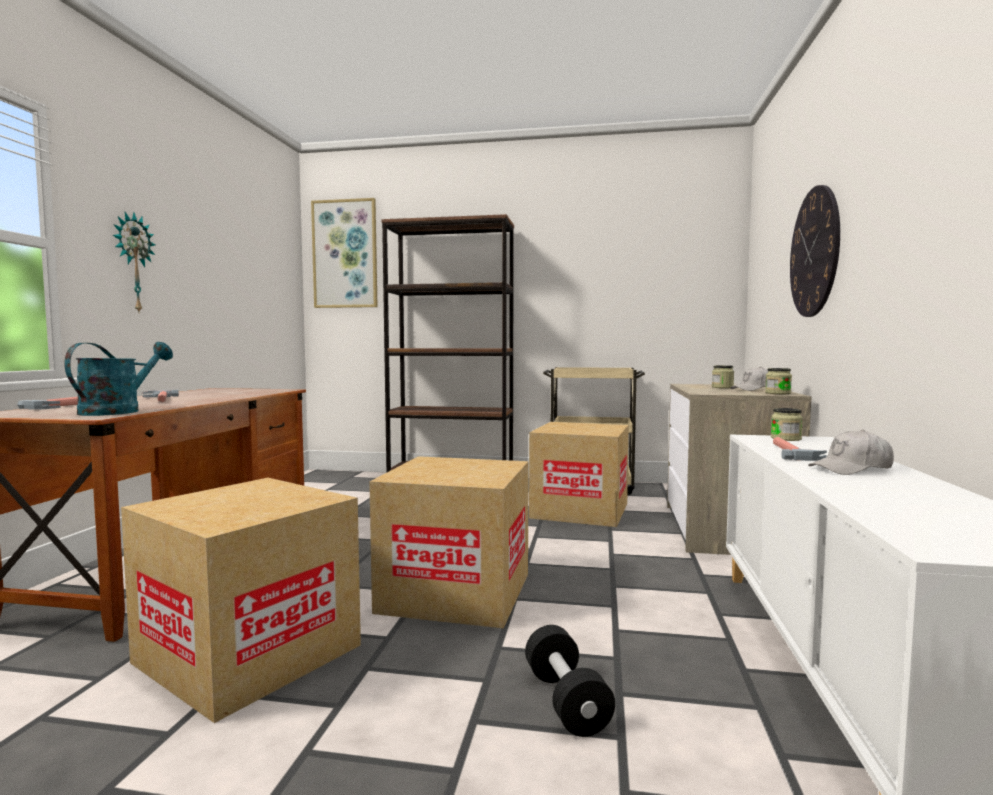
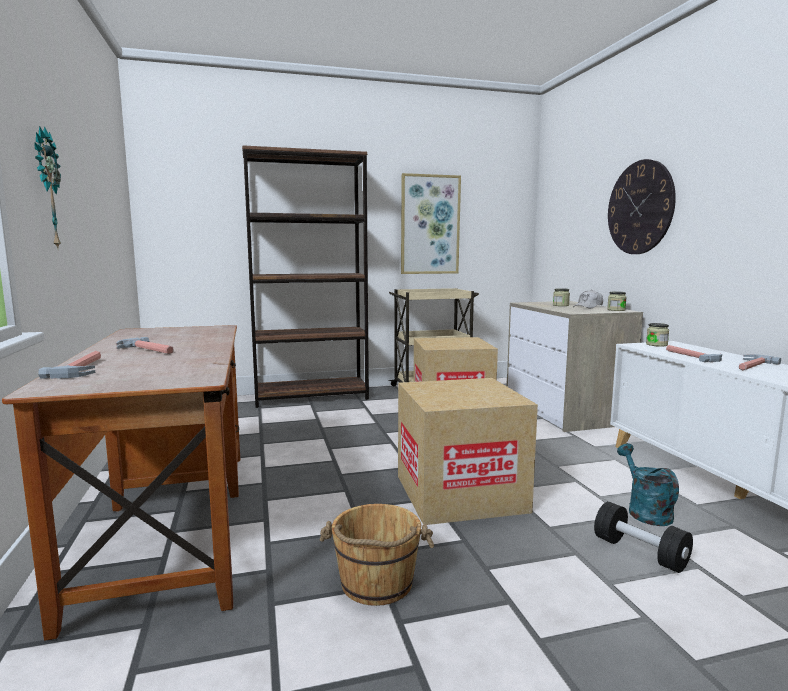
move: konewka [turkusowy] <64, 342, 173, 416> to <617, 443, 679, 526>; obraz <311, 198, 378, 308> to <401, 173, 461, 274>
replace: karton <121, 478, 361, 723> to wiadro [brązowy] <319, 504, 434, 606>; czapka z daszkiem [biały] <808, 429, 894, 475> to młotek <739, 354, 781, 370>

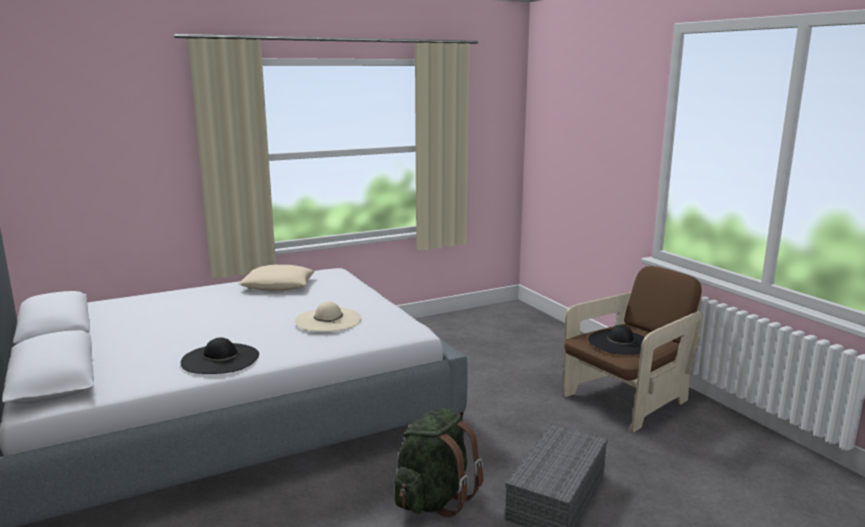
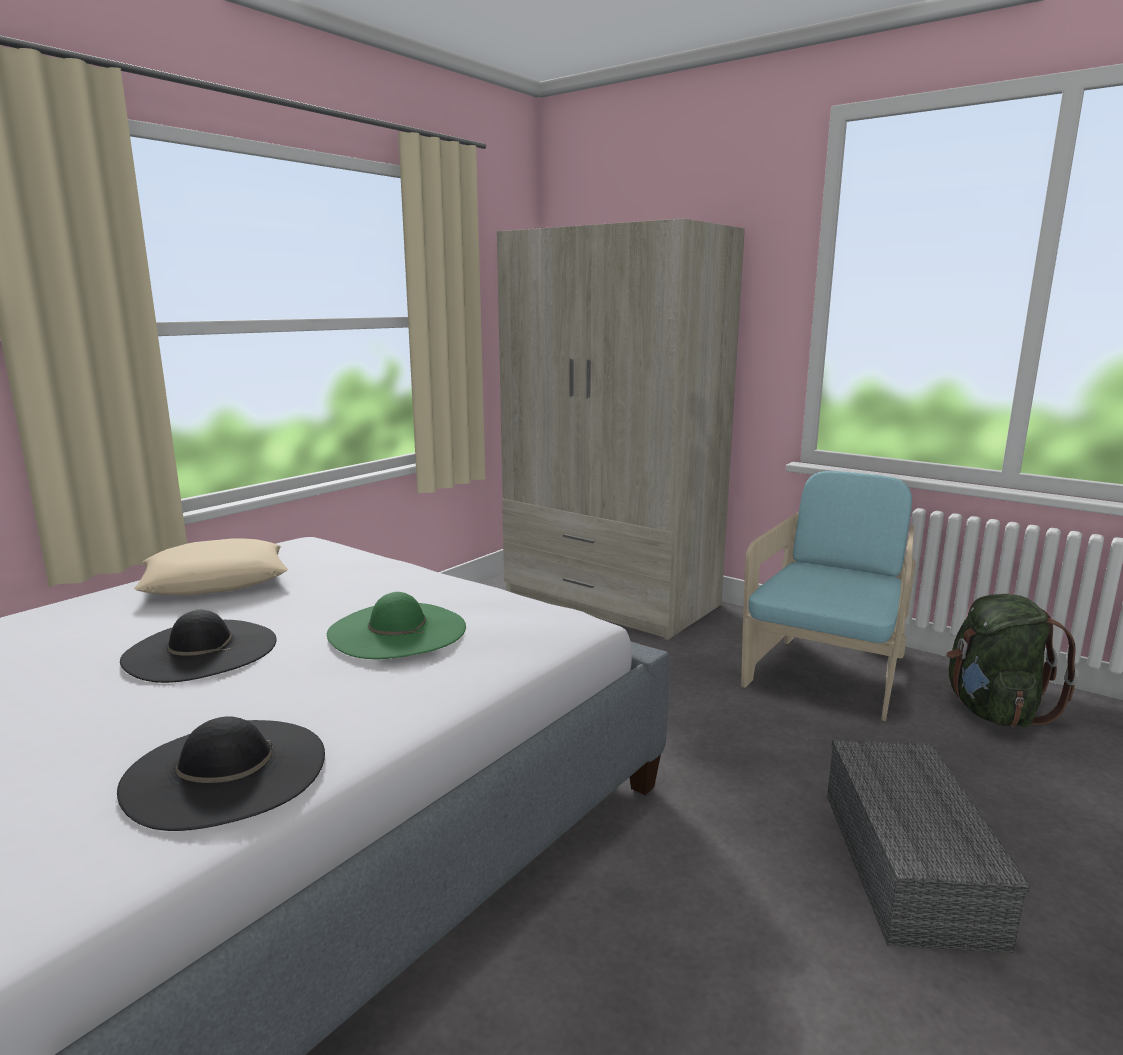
insert: szafa [beżowy] <497, 218, 745, 640>
move: plecak [zielony] <394, 408, 484, 518> to <946, 594, 1078, 727>; kapelusz [czarny] <588, 325, 645, 355> to <120, 610, 276, 683>
recolor: kapelusz [beżowy] <295, 301, 362, 331> to kapelusz [zielony] <327, 592, 466, 659>; fotel [brązowy] <563, 266, 703, 432> to fotel [turkusowy] <741, 471, 916, 721>

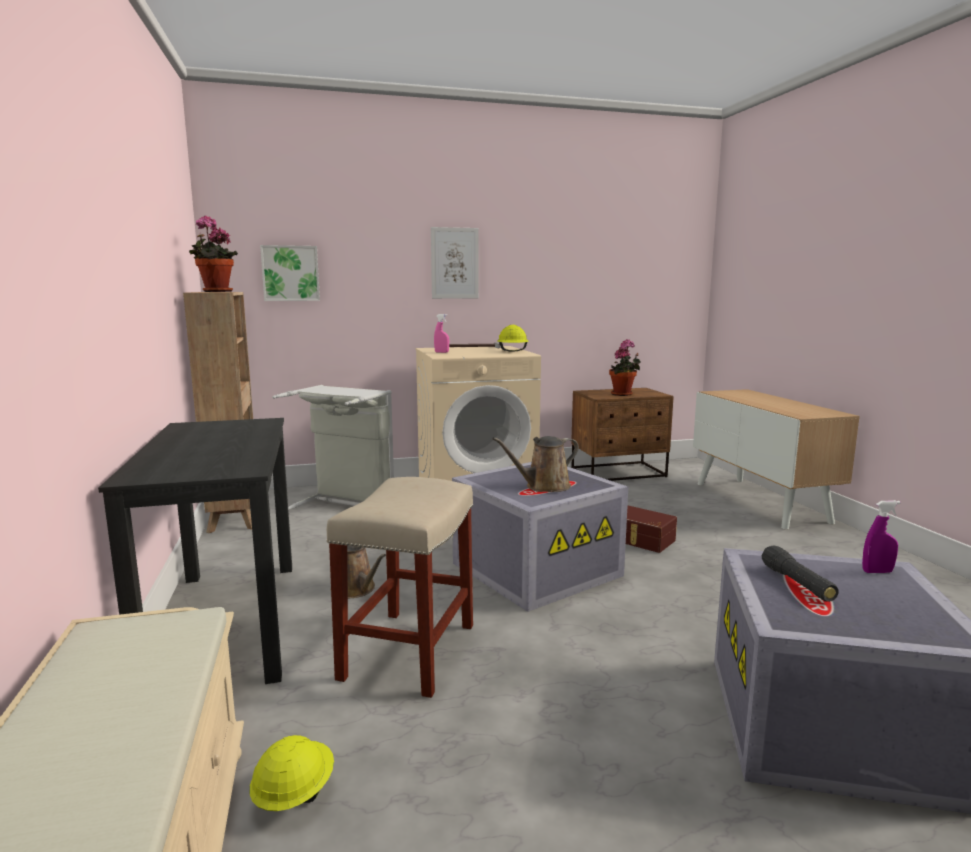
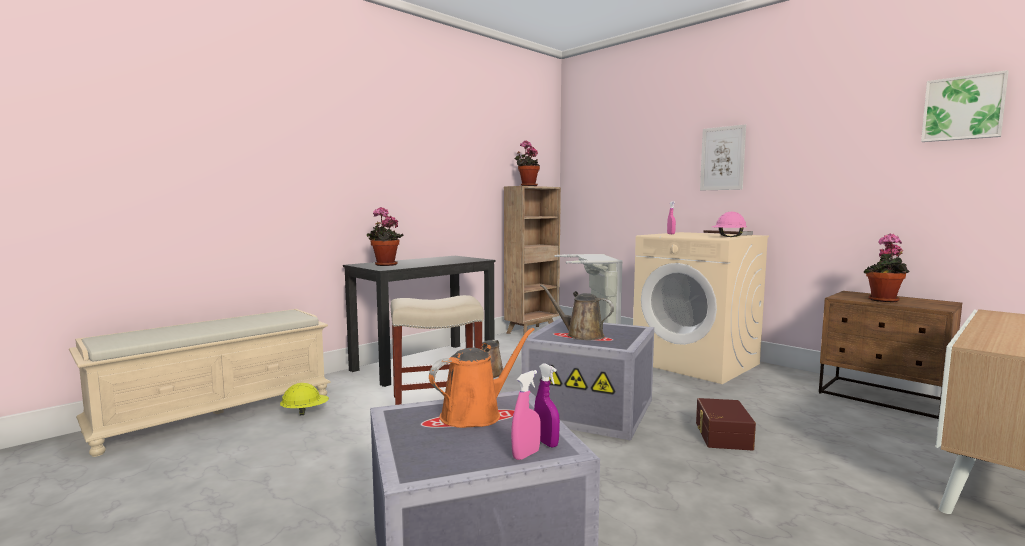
insert: roślina doniczkowa <367, 207, 404, 266>; spryskiwacz [różowy] <511, 370, 541, 460>
move: obraz <260, 245, 320, 301> to <921, 70, 1008, 142>
replace: latarka [czarny] <762, 545, 839, 602> to konewka [pomarańczowy] <429, 328, 535, 428>
recolor: kask [żółty] <497, 325, 529, 352> to kask [różowy] <712, 212, 747, 237>

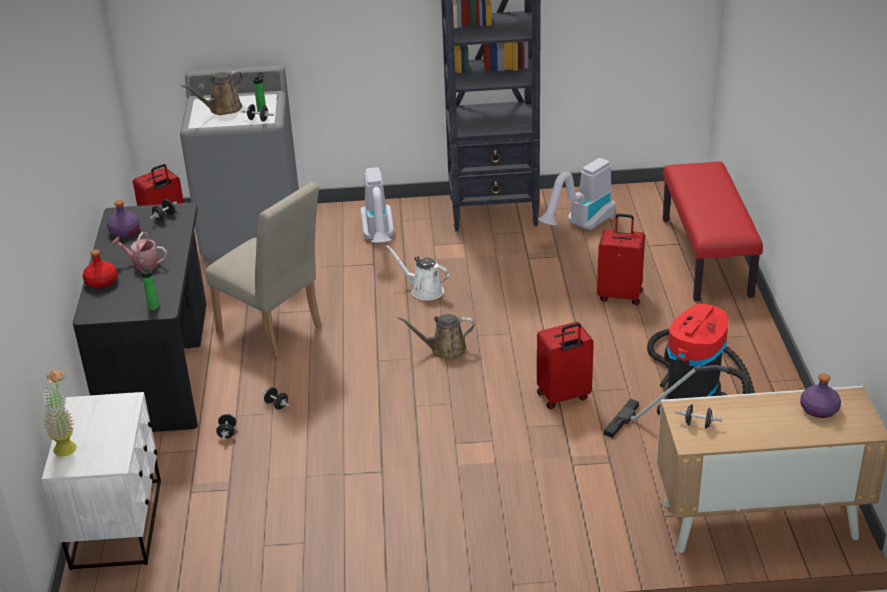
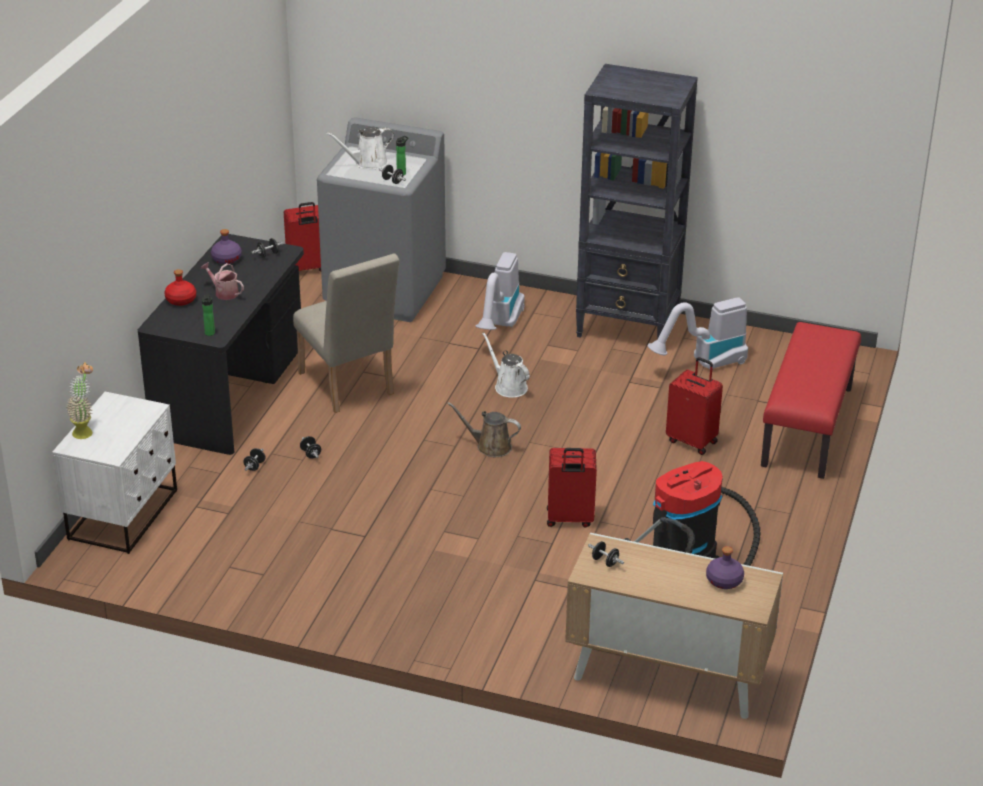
recolor: konewka [brązowy] <182, 70, 243, 115> to konewka [biały] <326, 127, 394, 169>

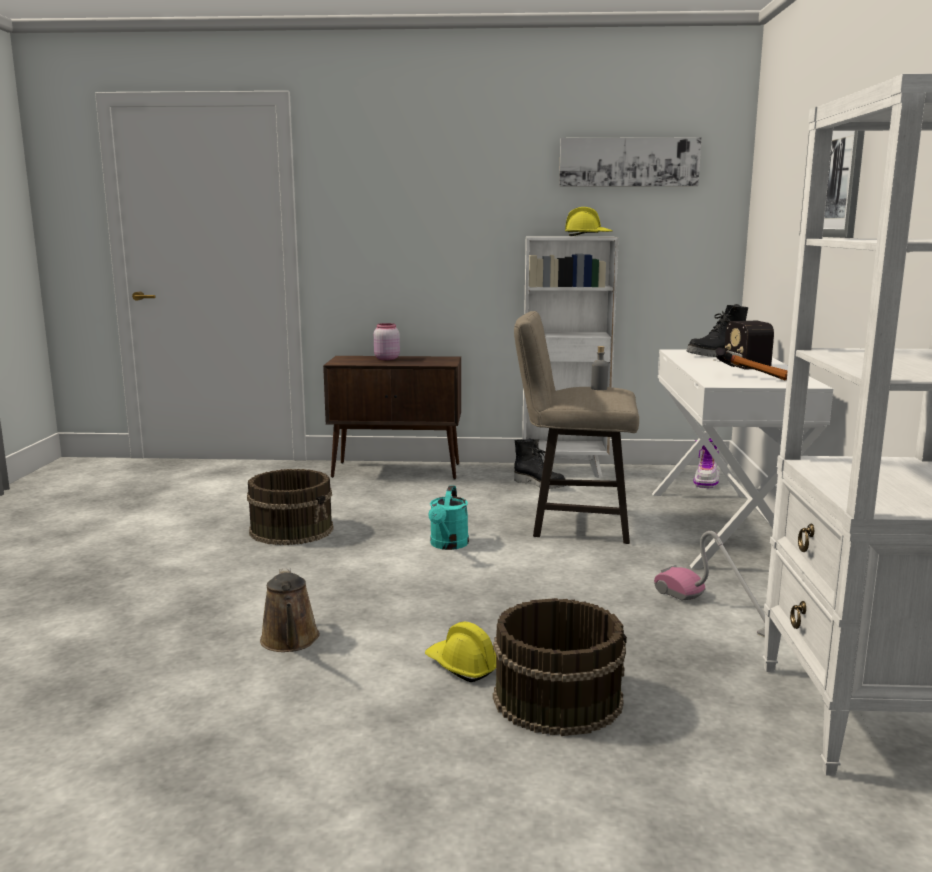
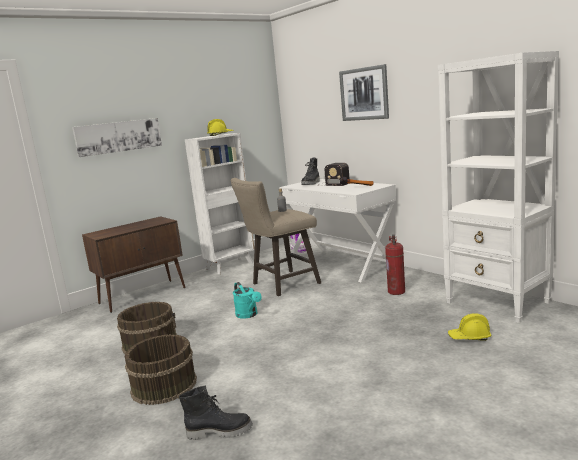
delete: konewka [brązowy] <260, 568, 320, 652>; słoik [różowy] <374, 323, 400, 360>
move: kask [żółty] <425, 622, 496, 682> to <448, 313, 492, 341>; wiadro [brązowy] <493, 598, 627, 736> to <125, 334, 197, 405>; but z cholewką [czarny] <514, 438, 565, 489> to <179, 386, 253, 440>; obraz <559, 137, 702, 187> to <72, 118, 162, 157>
replace: odkurzacz <654, 531, 765, 637> to gaśnica <385, 235, 405, 295>

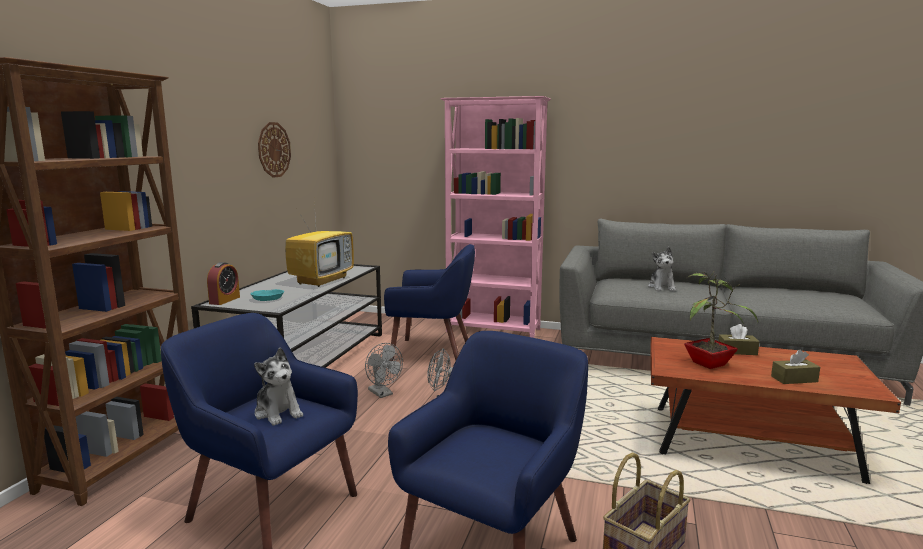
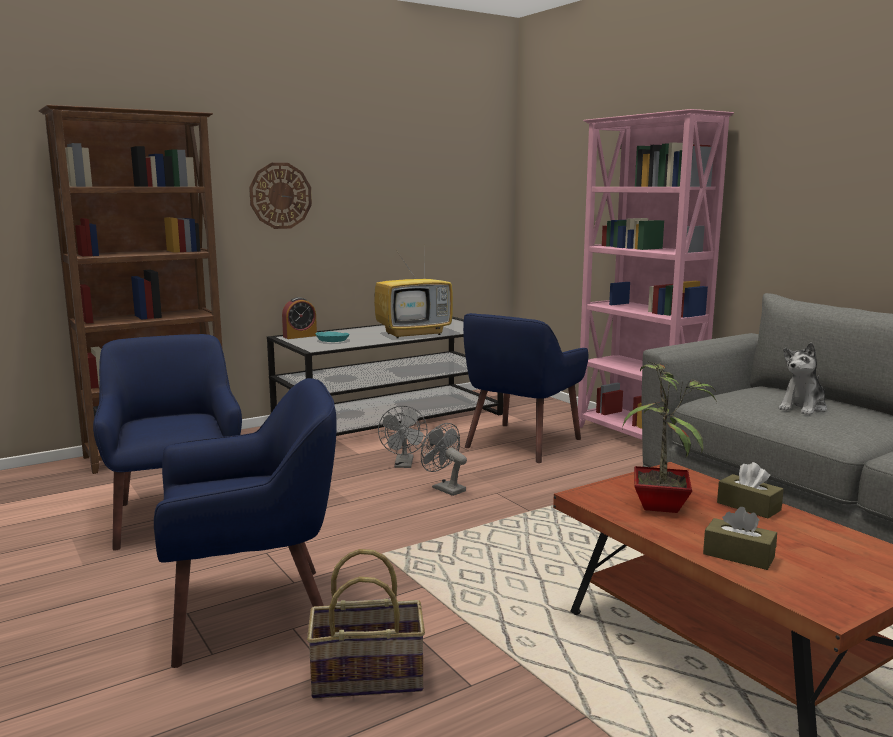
delete: pluszak <254, 348, 303, 426>
move: zegar ścienny <258, 122, 291, 178> to <249, 163, 312, 229>
rotate: fotel [niebieski] <384, 244, 475, 361> = <463, 313, 588, 463> 75 degrees clockwise

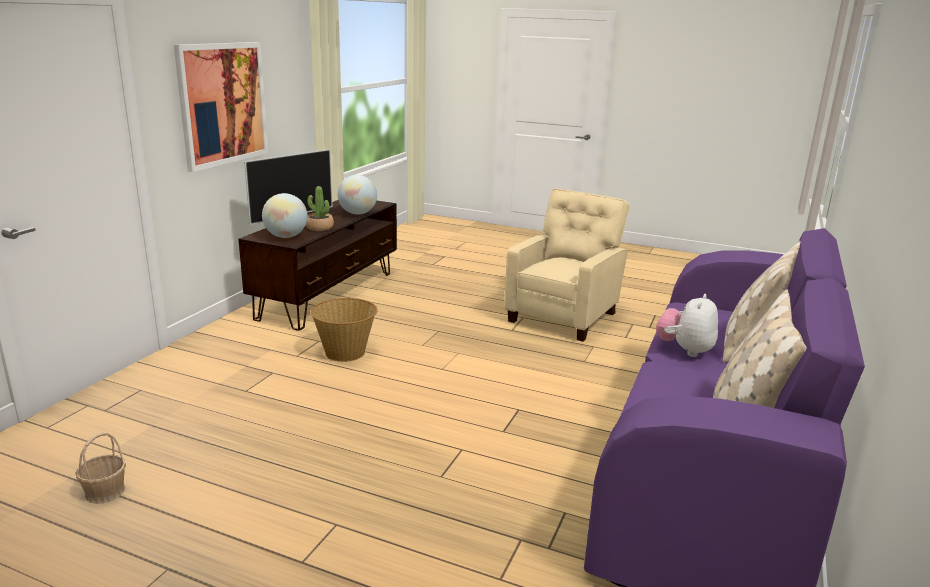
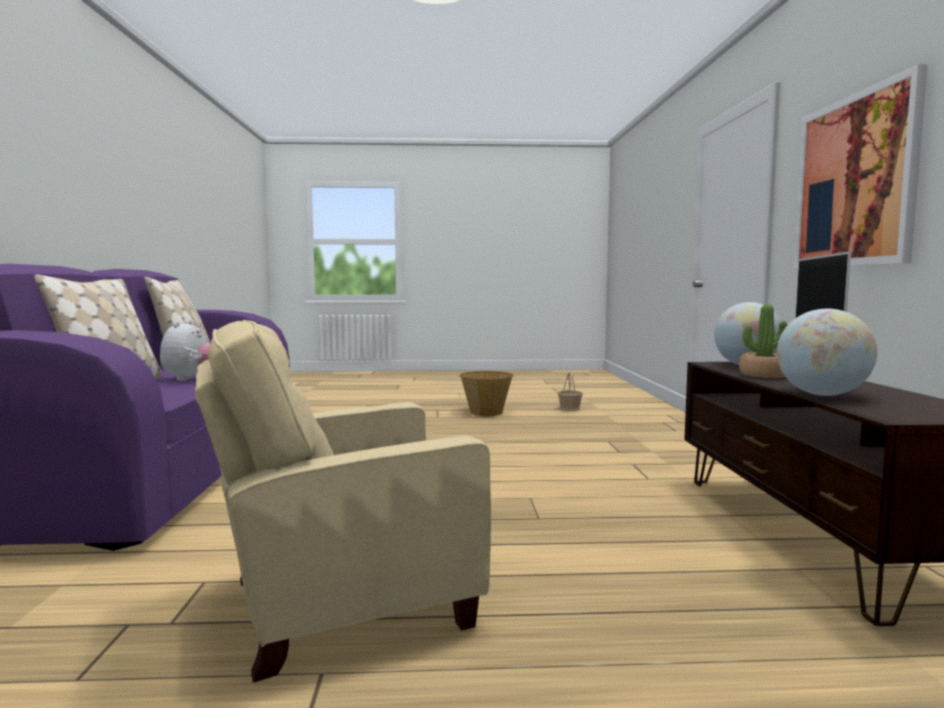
move: koszyk <310, 298, 378, 362> to <459, 371, 514, 416>
rotate: fotel [beżowy] <504, 188, 630, 342> = <195, 320, 491, 683> 60 degrees clockwise

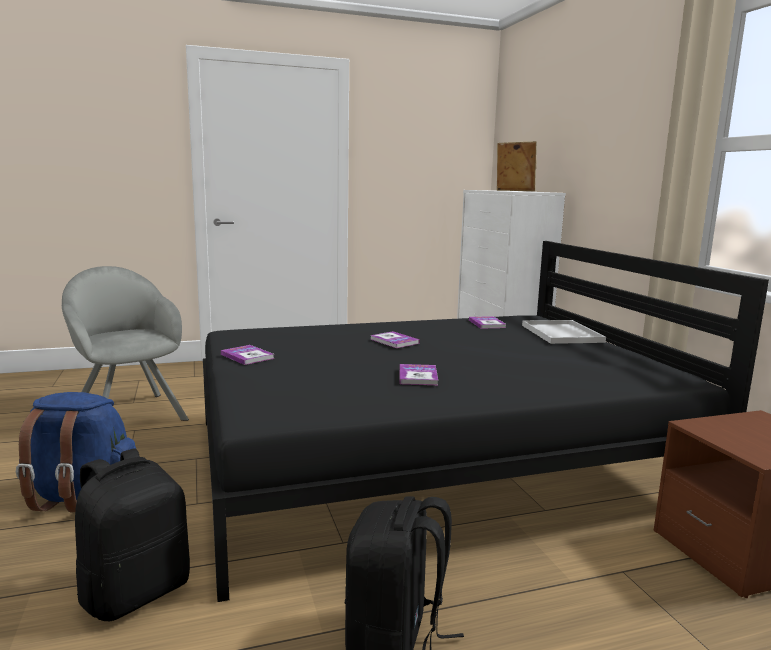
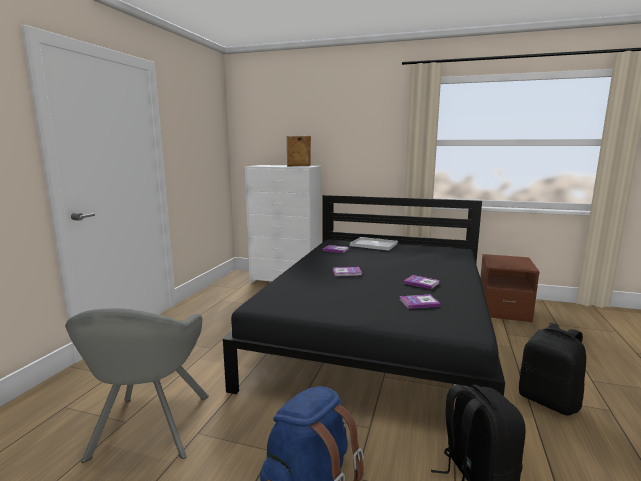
move: książka <221, 345, 274, 365> to <400, 295, 441, 309>
rotate: fotel [szary] <62, 266, 189, 421> = <65, 308, 209, 463> 90 degrees counterclockwise

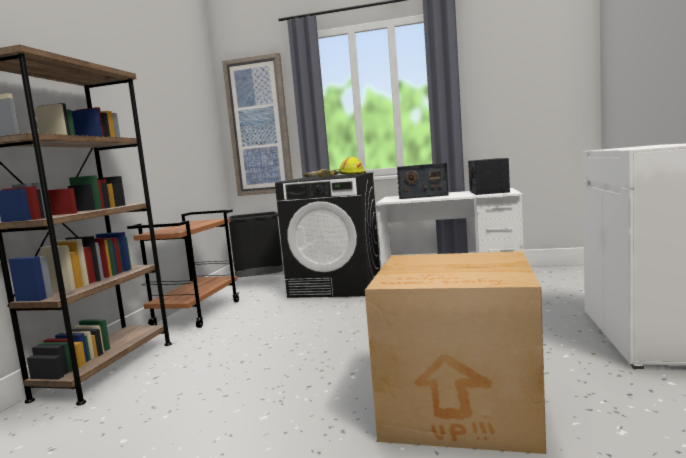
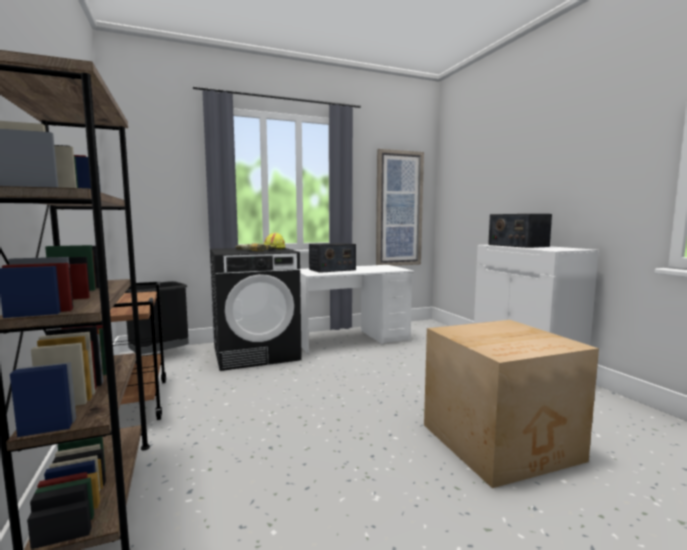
move: obraz <222, 53, 293, 196> to <376, 149, 424, 266>; radio <468, 158, 510, 195> to <488, 214, 552, 248>

